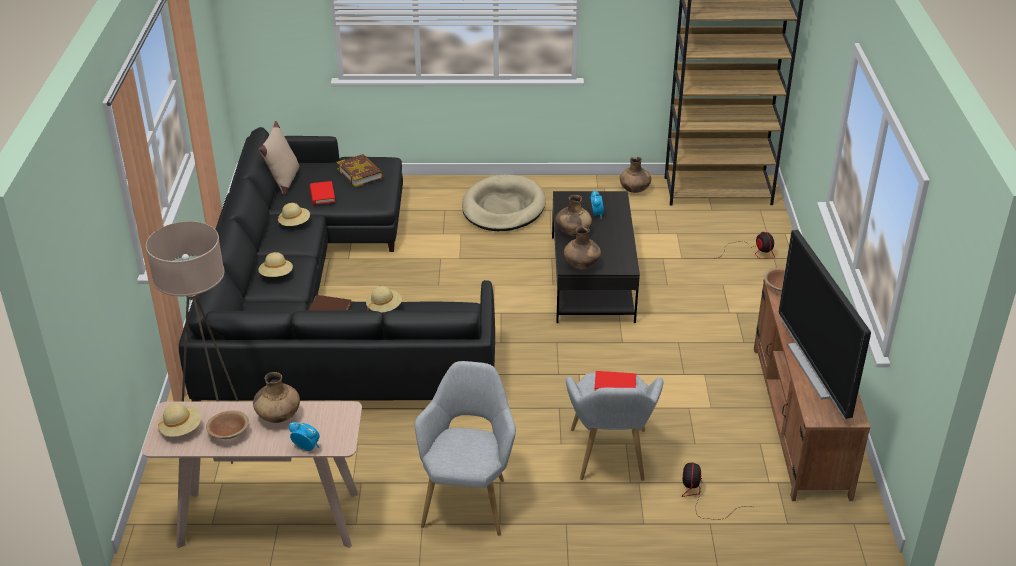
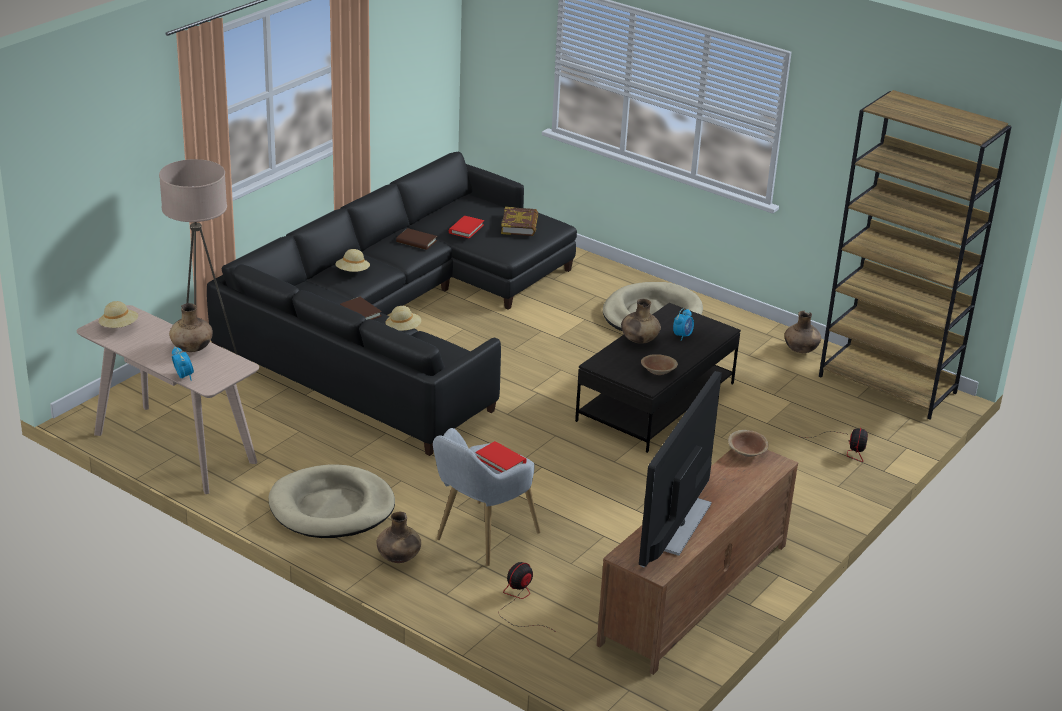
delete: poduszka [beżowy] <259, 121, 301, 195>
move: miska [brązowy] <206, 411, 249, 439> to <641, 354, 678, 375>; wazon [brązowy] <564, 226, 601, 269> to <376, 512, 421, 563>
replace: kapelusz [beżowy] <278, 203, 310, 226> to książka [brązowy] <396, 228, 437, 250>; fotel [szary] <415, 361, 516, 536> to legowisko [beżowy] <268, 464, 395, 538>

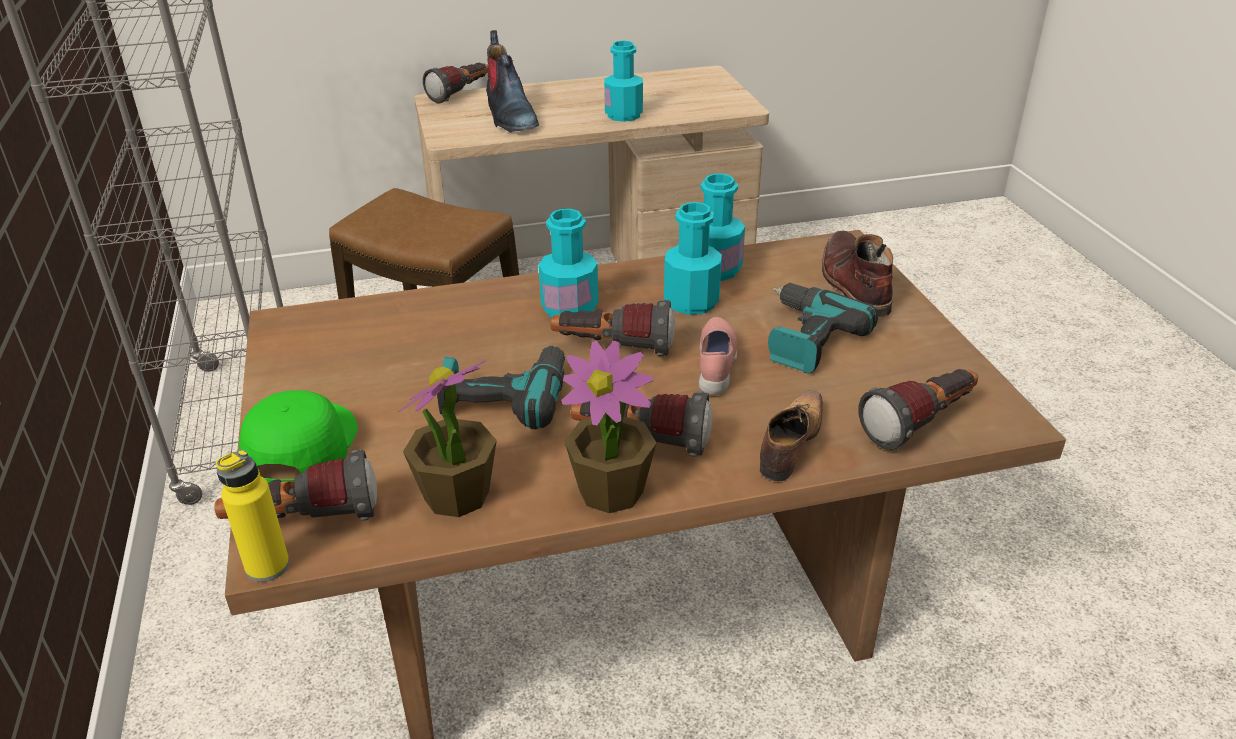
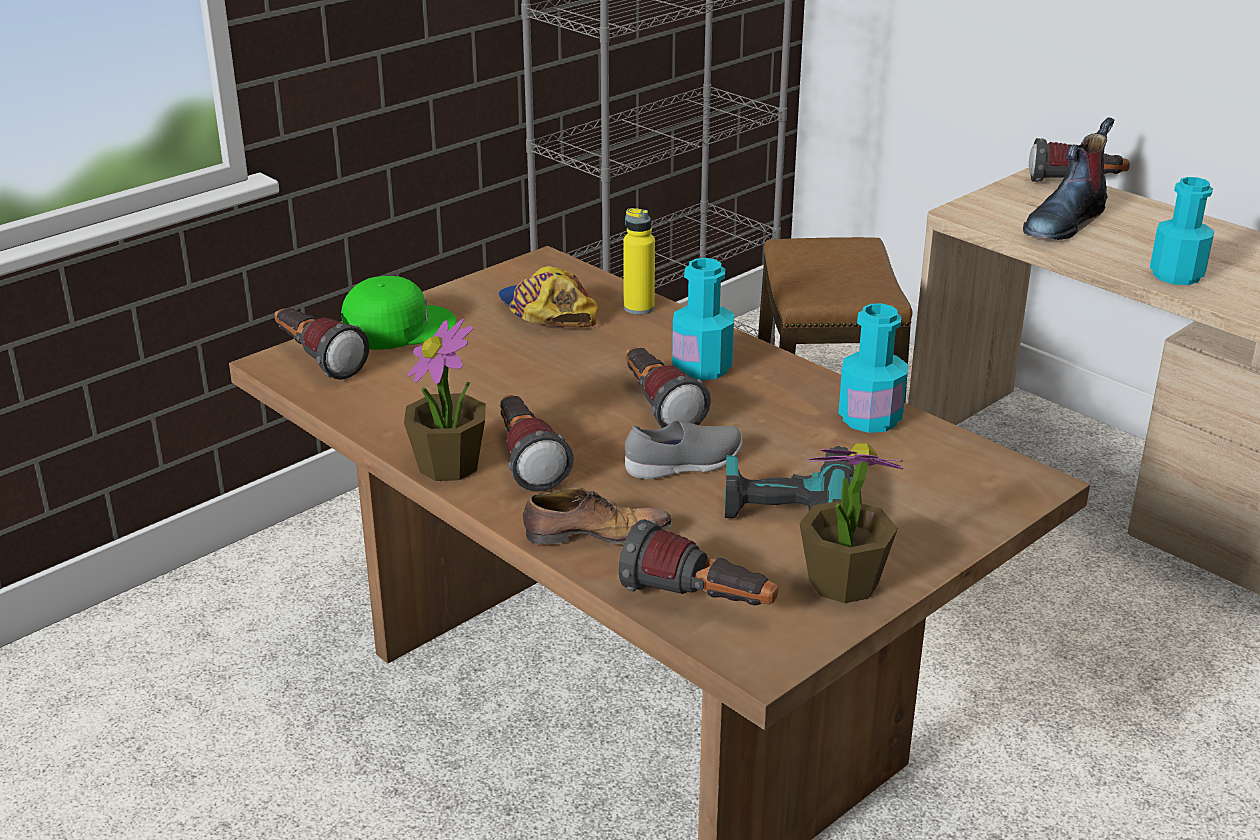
delete: wiertarka <437, 346, 565, 429>; butelka [turkusowy] <664, 202, 722, 315>; but z cholewką [brązowy] <822, 231, 893, 317>
insert: czapka z daszkiem <498, 266, 598, 328>
move: butelka [żółty] <216, 449, 290, 582> to <623, 208, 655, 314>; roślina doniczkowa <399, 360, 497, 517> to <799, 443, 903, 603>
recolor: but [różowy] <699, 317, 737, 395> to but [szary] <625, 420, 742, 479>

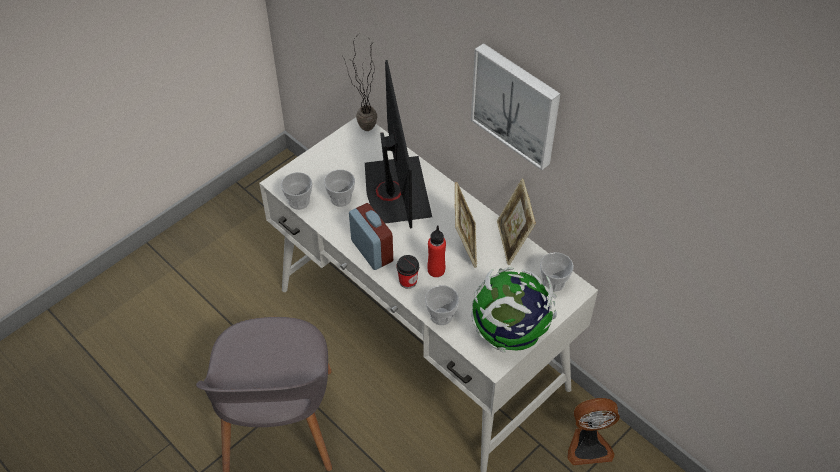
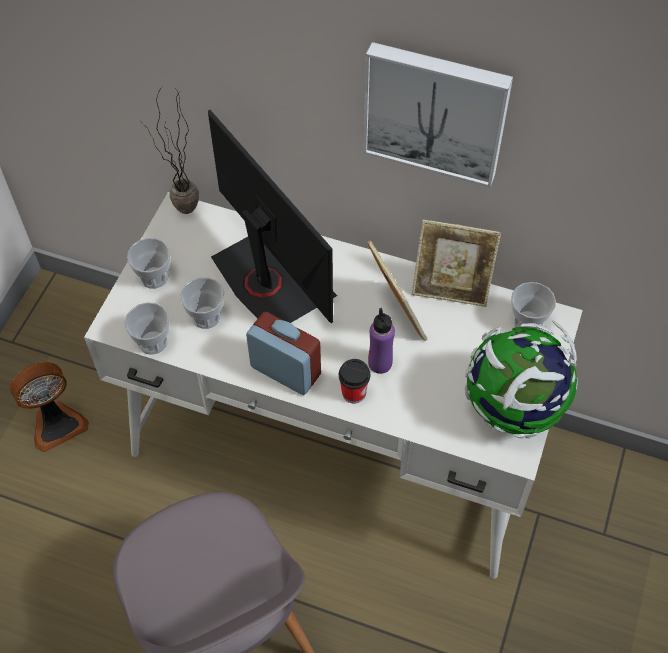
move: filiżanka <425, 285, 459, 325> to <127, 238, 171, 289>; wentylator <567, 398, 620, 465> to <10, 362, 89, 453>
recolor: butelka [czerwony] <427, 226, 446, 277> to butelka [fioletowy] <368, 308, 395, 374>
rotate: ramka na zdjęcie <497, 179, 536, 265> = <412, 219, 501, 307> 45 degrees counterclockwise

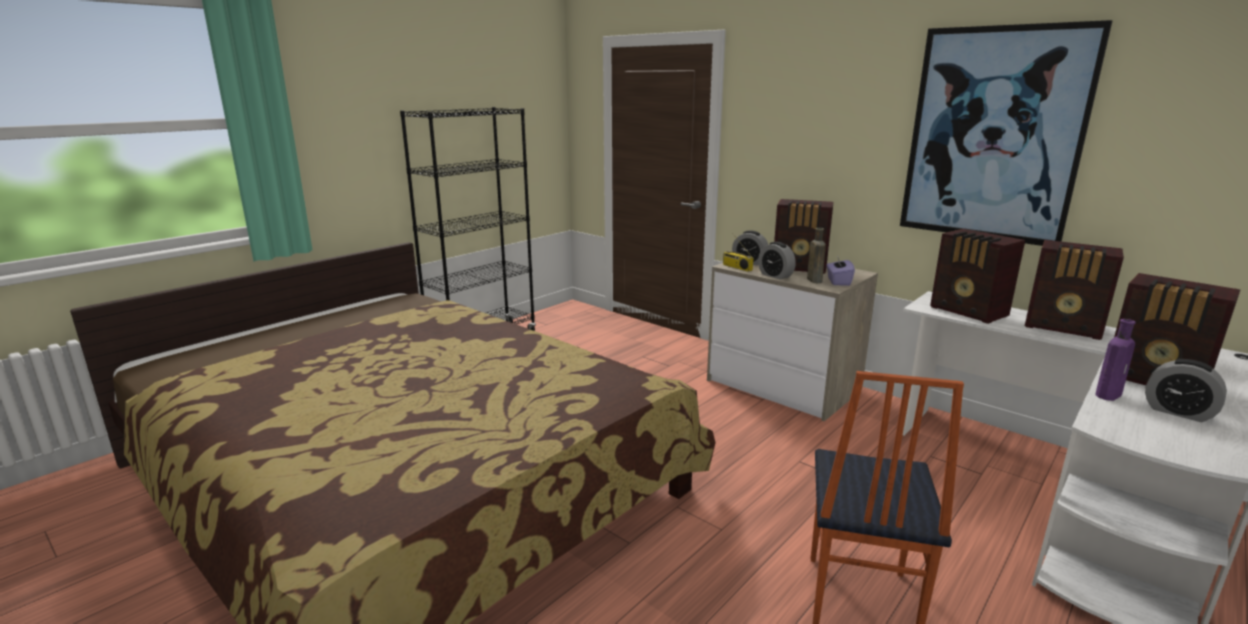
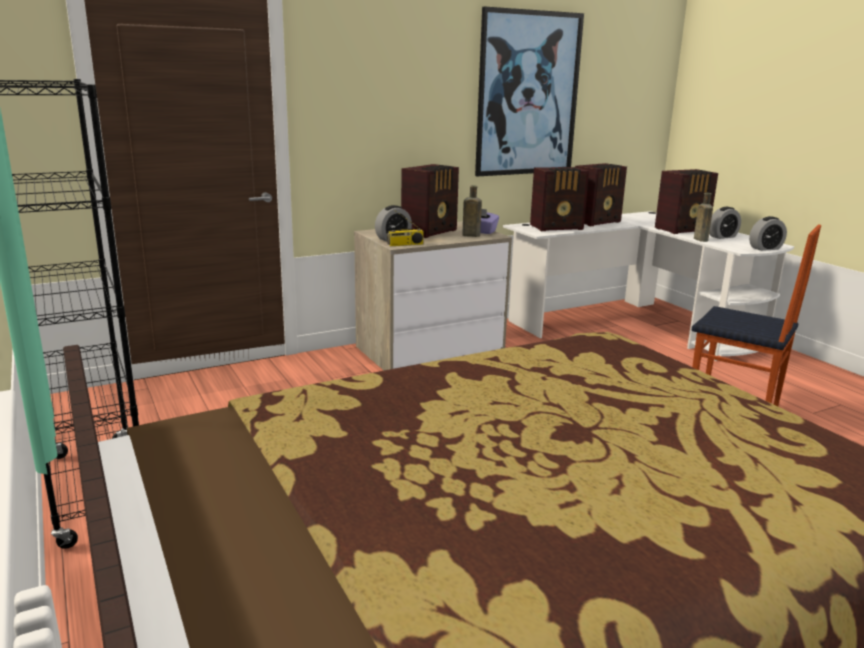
move: budzik <758, 242, 796, 280> to <749, 216, 787, 251>
recolor: butelka [fioletowy] <1096, 319, 1135, 401> to butelka [brązowy] <694, 193, 713, 242>

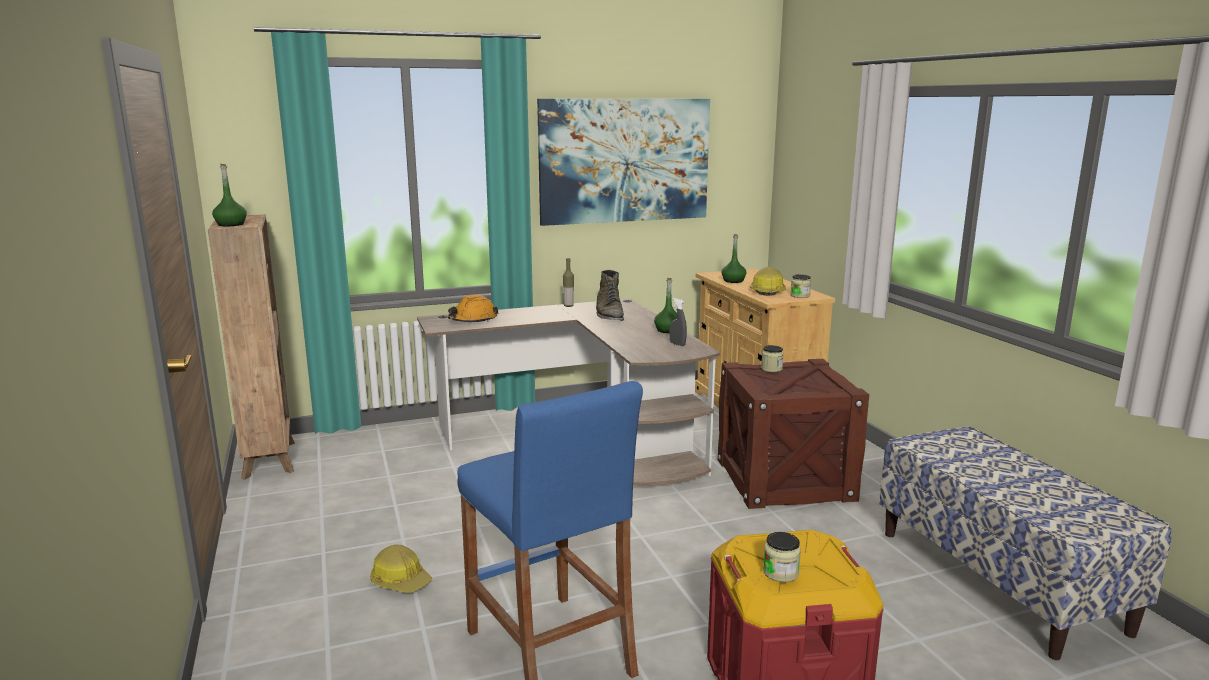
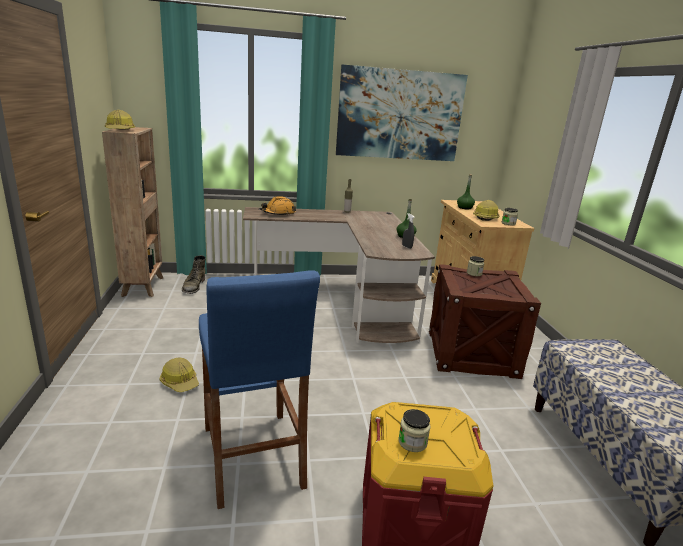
move: but z cholewką [zielony] <596, 270, 624, 321> to <182, 255, 206, 294>
replace: butelka [zielony] <212, 164, 247, 226> to kask <105, 110, 135, 130>

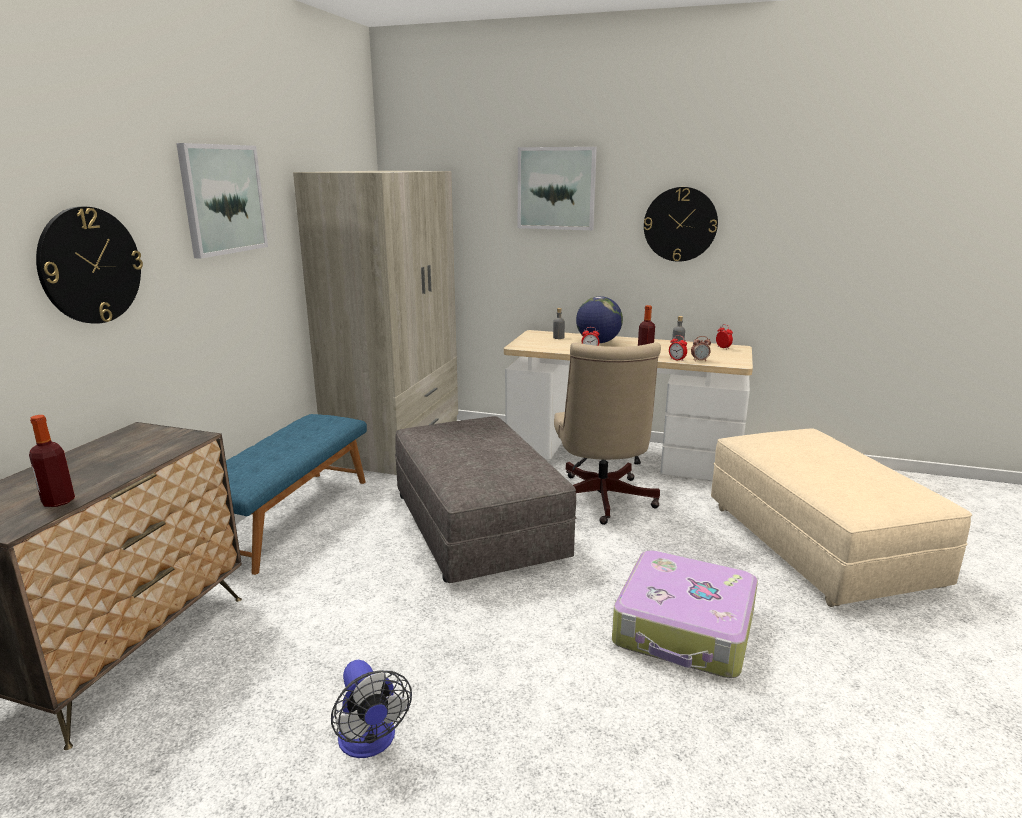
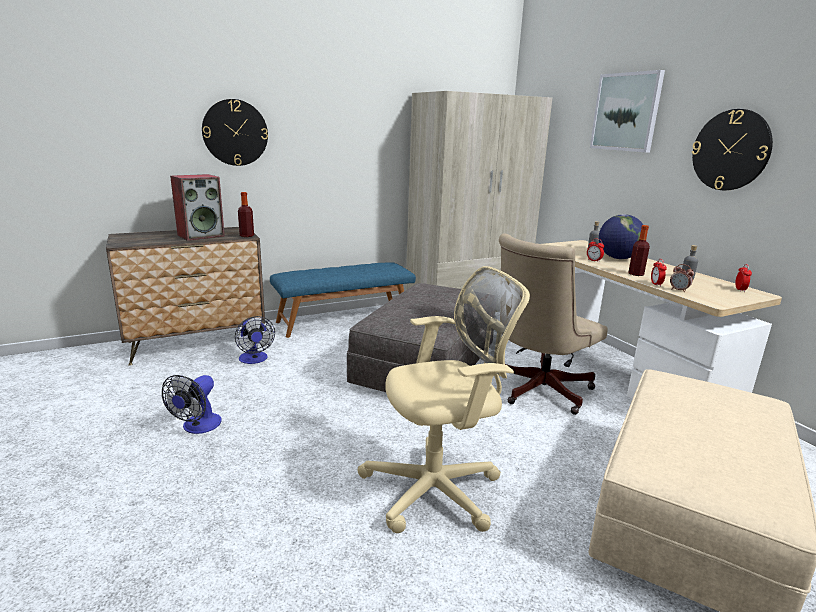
delete: obraz <176, 143, 268, 259>
insert: głośnik <170, 174, 225, 241>; wentylator <235, 316, 275, 364>
move: butelka <29, 415, 75, 507> to <238, 192, 254, 237>
replace: walizka <612, 550, 758, 678> to krzesło biurowe [beżowy] <358, 266, 530, 533>

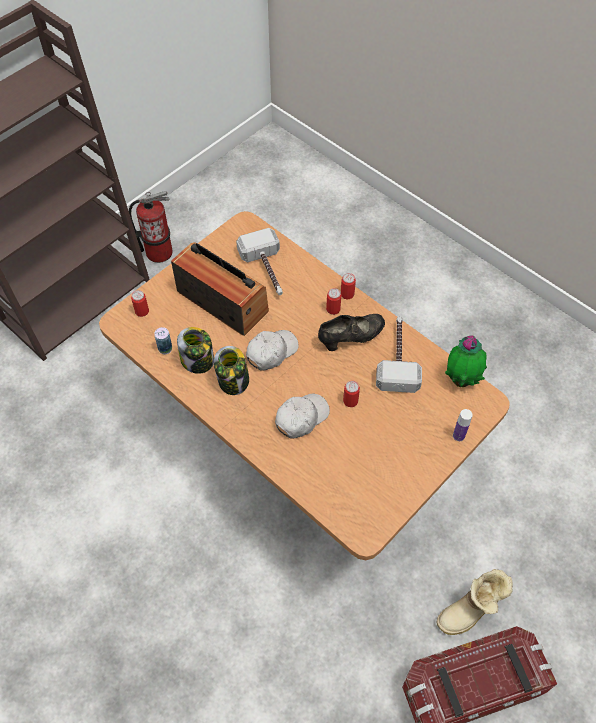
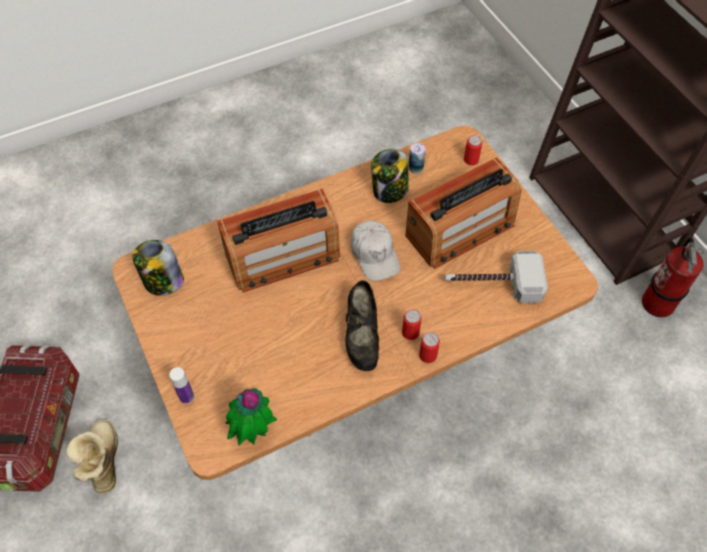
delete: puszka <343, 381, 360, 407>; młotek <376, 316, 422, 393>
move: słoik <214, 346, 249, 395> to <132, 240, 184, 296>
replace: czapka z daszkiem [biały] <275, 394, 330, 439> to radio <217, 188, 340, 292>

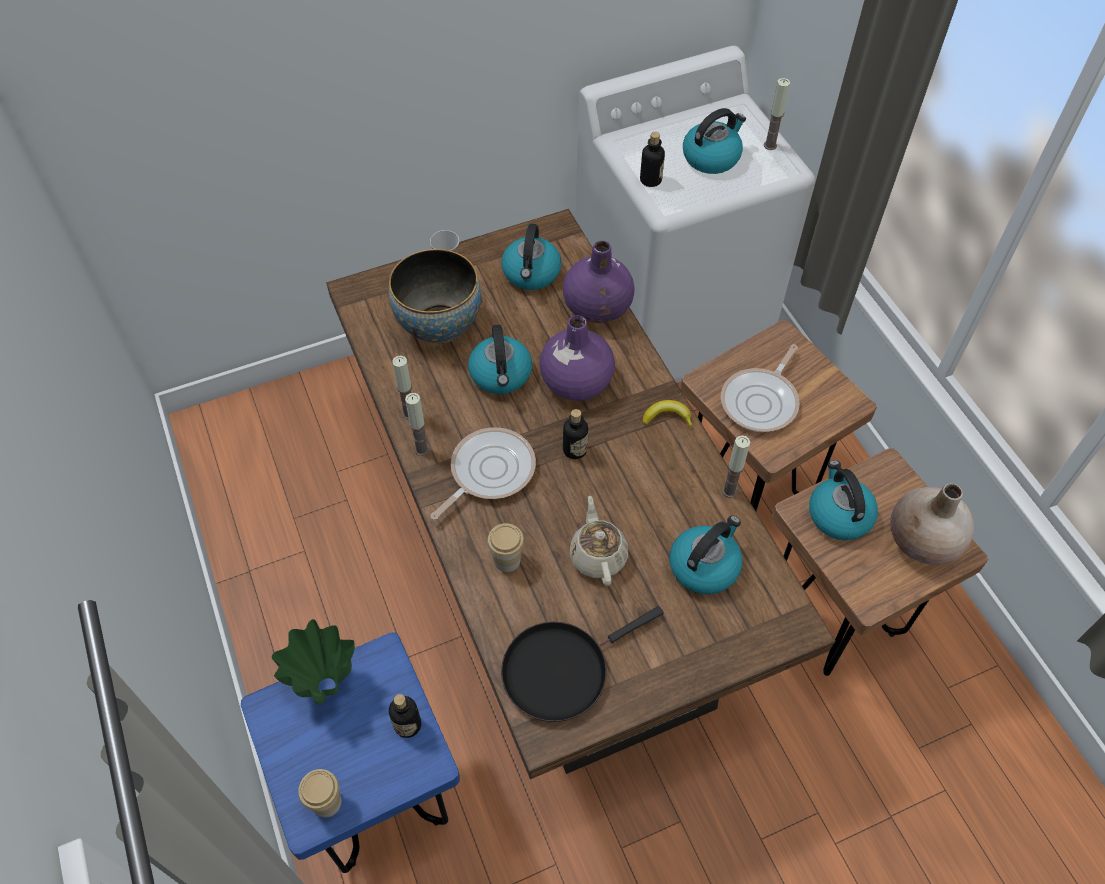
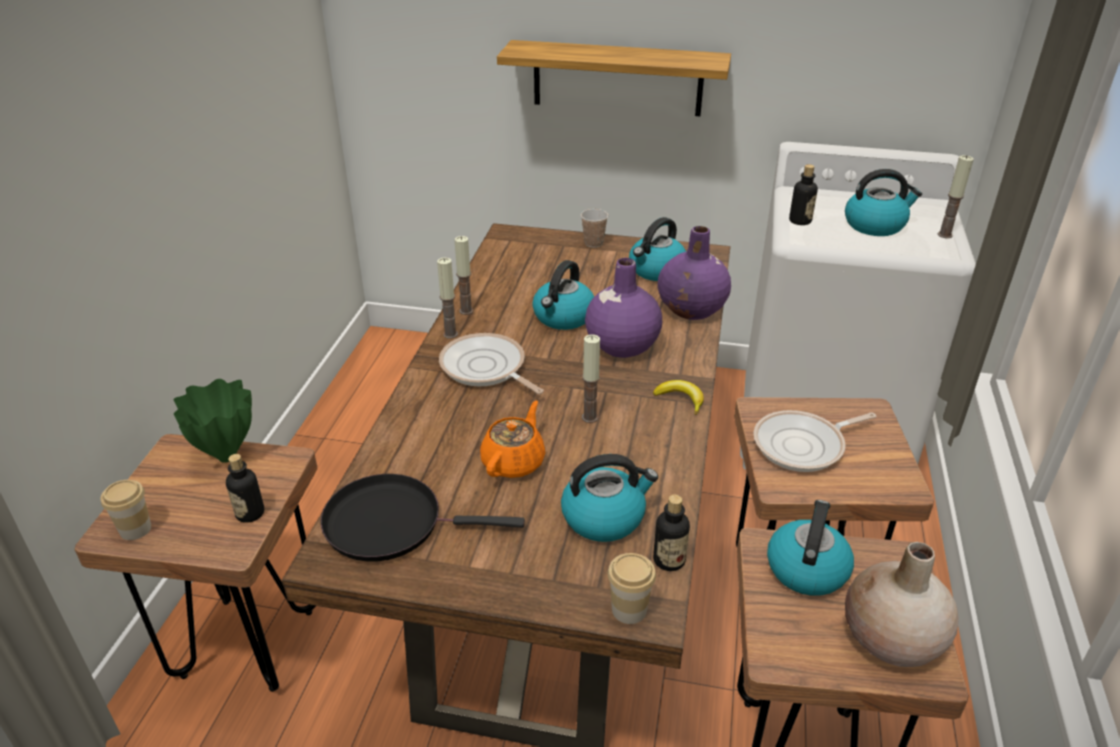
delete: miska <389, 249, 481, 344>
insert: półka <497, 40, 731, 116>
move: filiżanka <487, 523, 524, 572> to <608, 553, 656, 624>; butelka <563, 409, 588, 459> to <653, 494, 690, 571>; świeca <722, 435, 750, 498> to <582, 334, 600, 423>
recolor: stołek [niebieski] <241, 632, 460, 873> to stołek [brązowy] <74, 434, 317, 692>; imbryk [beżowy] <570, 495, 628, 586> to imbryk [pomarańczowy] <480, 401, 546, 478>
rotate: patelnia <430, 427, 536, 520> = <439, 333, 544, 394> 120 degrees counterclockwise

